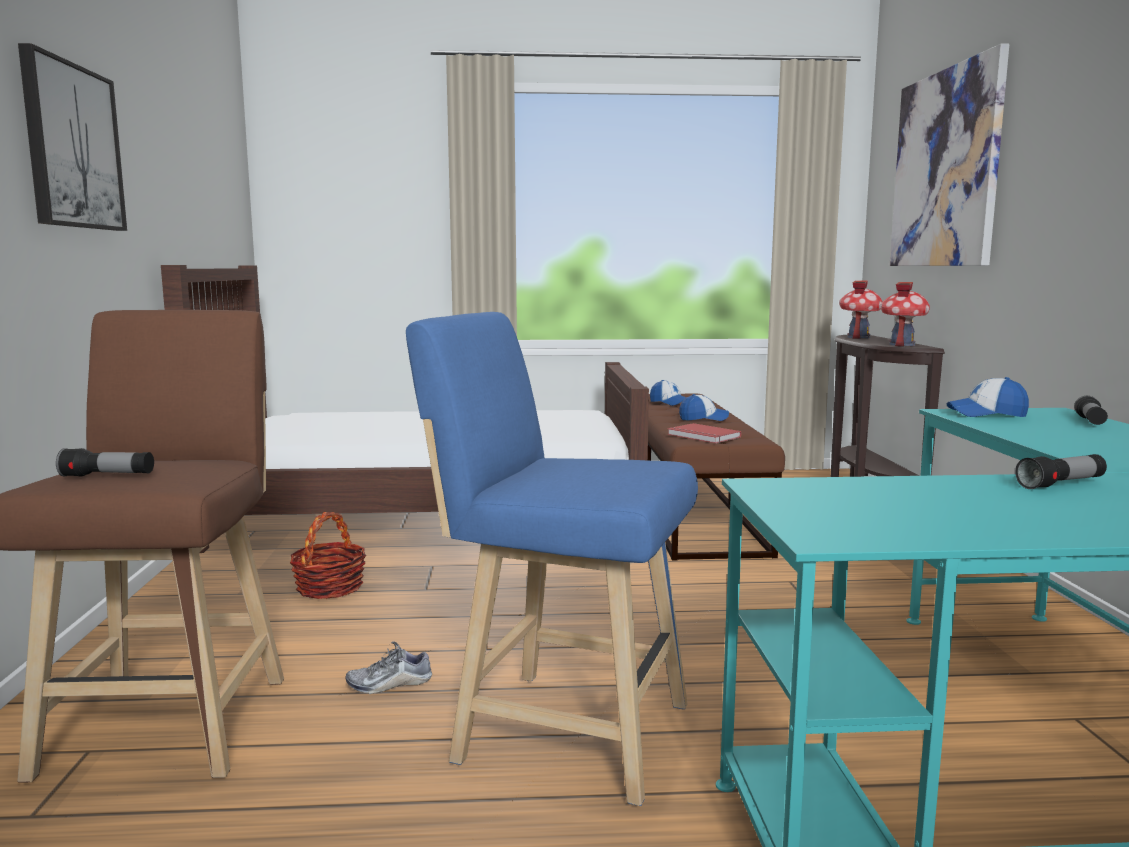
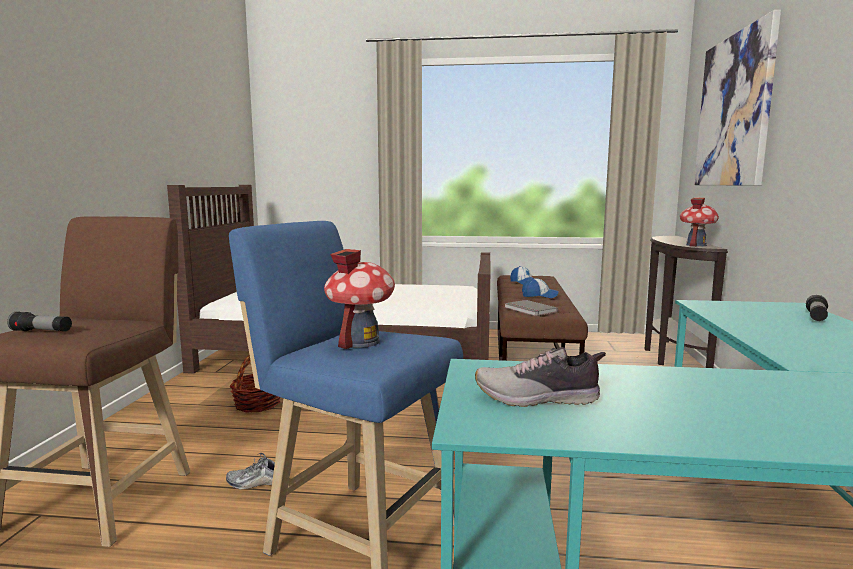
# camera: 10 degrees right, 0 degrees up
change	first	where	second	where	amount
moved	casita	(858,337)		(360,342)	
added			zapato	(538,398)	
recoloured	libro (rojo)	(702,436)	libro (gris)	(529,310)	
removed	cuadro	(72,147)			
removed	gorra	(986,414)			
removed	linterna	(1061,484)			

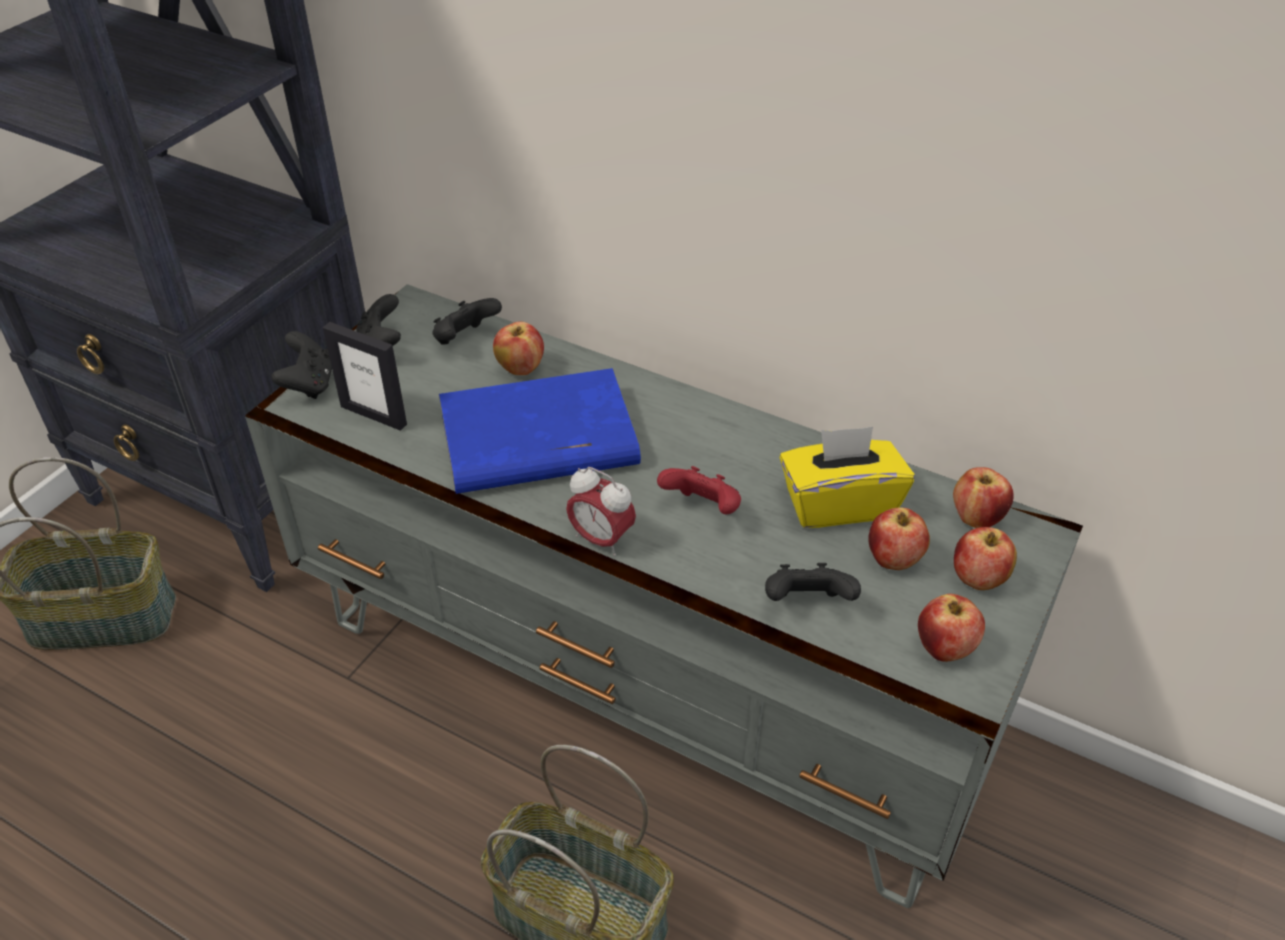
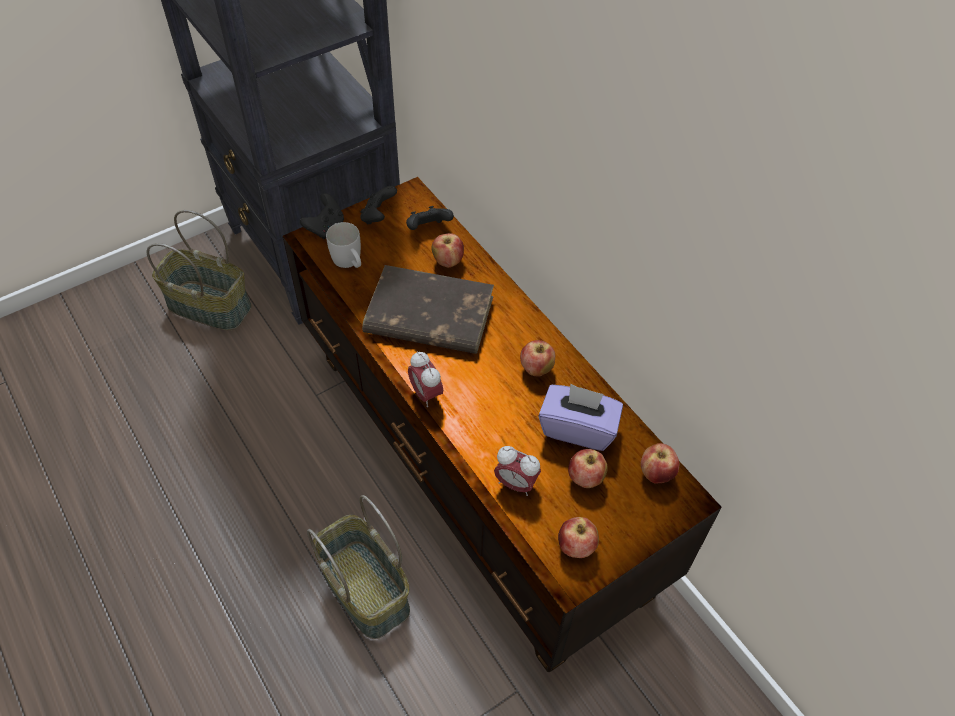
# camera: 25 degrees right, 10 degrees up
change	first	where	second	where	amount
recoloured	mueble de televisión (gris)	(644,684)	mueble de televisión (marrón)	(475,470)	
replaced	portarretratos	(374,415)	taza grande (blanco)	(349,262)	
recoloured	libro (azul)	(536,442)	libro (marrón)	(428,315)	
replaced	mando de consola (negro)	(807,603)	despertador	(515,483)	
moved	manzana	(978,579)		(536,369)	
recoloured	caja de pañuelos (amarillo)	(839,503)	caja de pañuelos (morado)	(578,428)	
removed	mando de consola (rojo)	(702,509)			

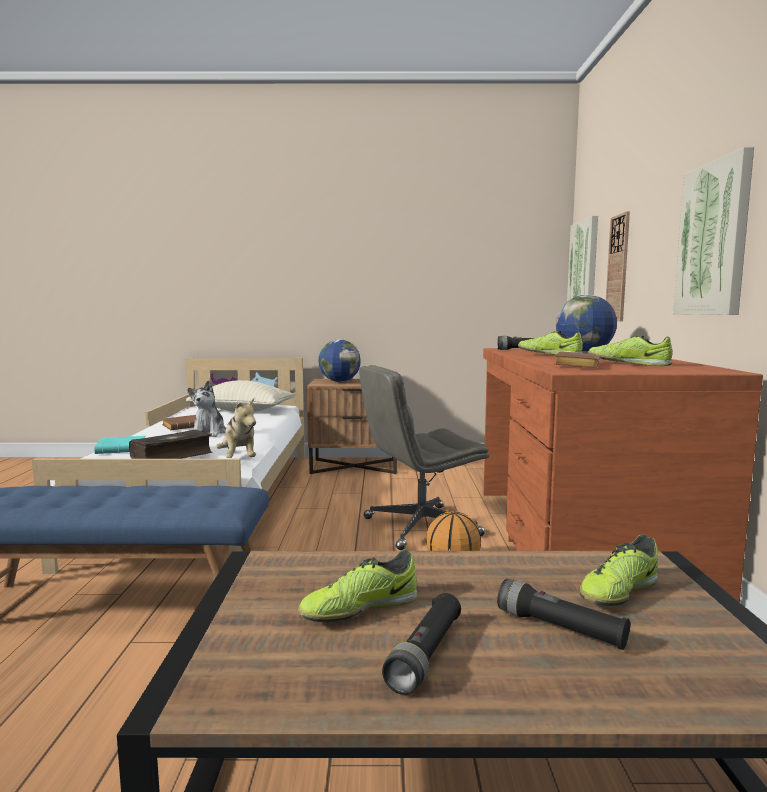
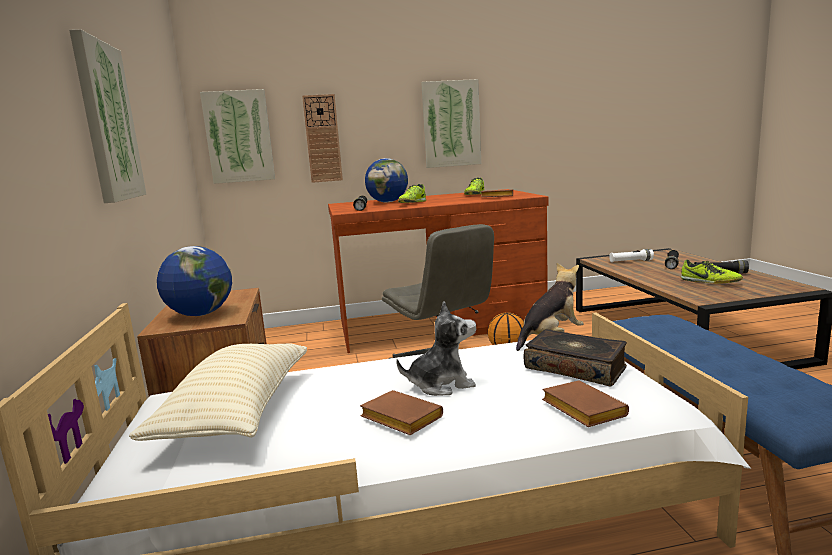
# camera: 100 degrees left, 5 degrees up
change	first	where	second	where	amount
added			cuadro	(107,122)	
recoloured	libro (turquesa)	(123,449)	libro (marrón)	(580,409)	
replaced	zapato	(618,592)	linterna (blanco)	(631,261)	

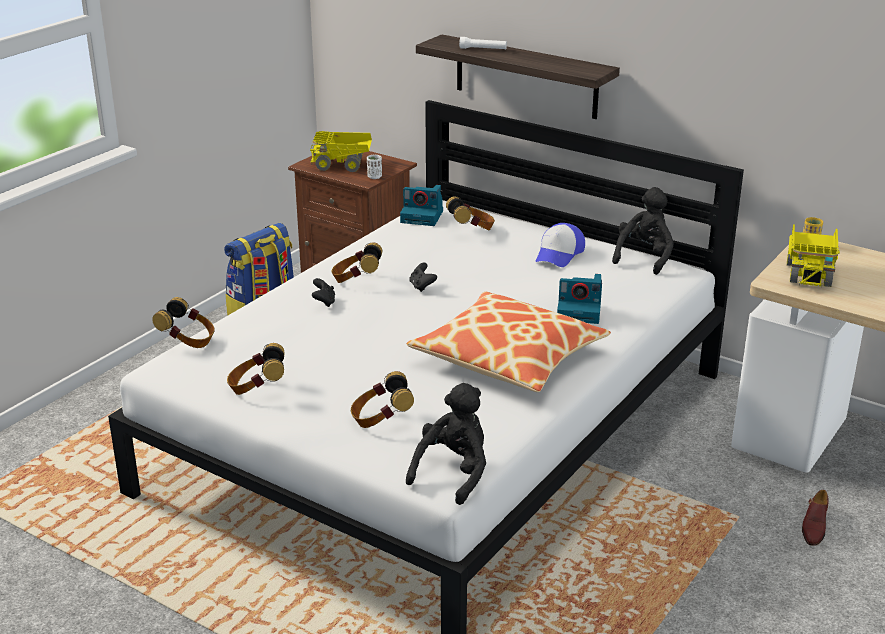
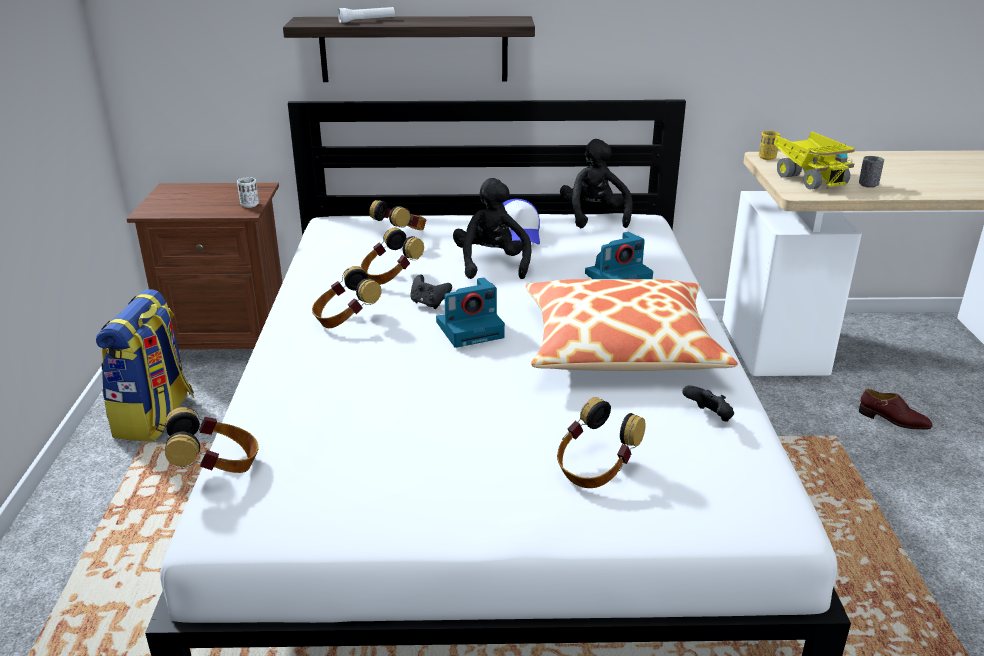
# camera: 35 degrees left, 0 degrees up
change	first	where	second	where	amount
moved	auriculares	(257,389)		(390,277)	
moved	cámara	(423,216)		(471,329)	
moved	peluche (negro)	(453,473)		(491,264)	
moved	mando de consola (negro)	(324,302)		(709,417)	
added			taza (gris)	(868,185)	
turned	zapato (marrón)	(814,527)		(893,420)	45 degrees counterclockwise
removed	camión de juguete	(343,165)			

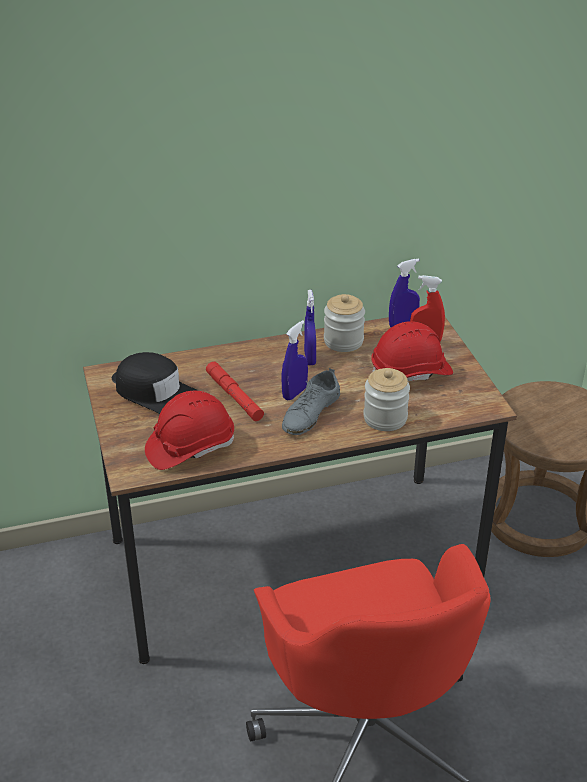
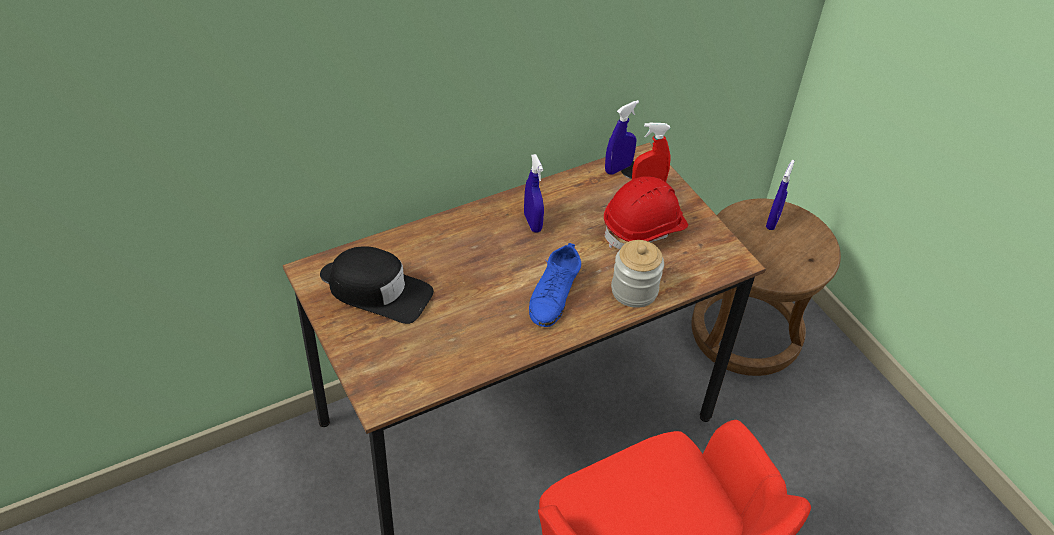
# camera: 15 degrees left, 10 degrees up
change	first	where	second	where	amount
recoloured	zapato (gris)	(310,412)	zapato (azul)	(554,294)	
moved	pulverizador (azul)	(294,393)		(772,222)	
removed	casco (rojo)	(190,447)			
removed	linterna (rojo)	(234,396)			
removed	tarro	(343,341)			

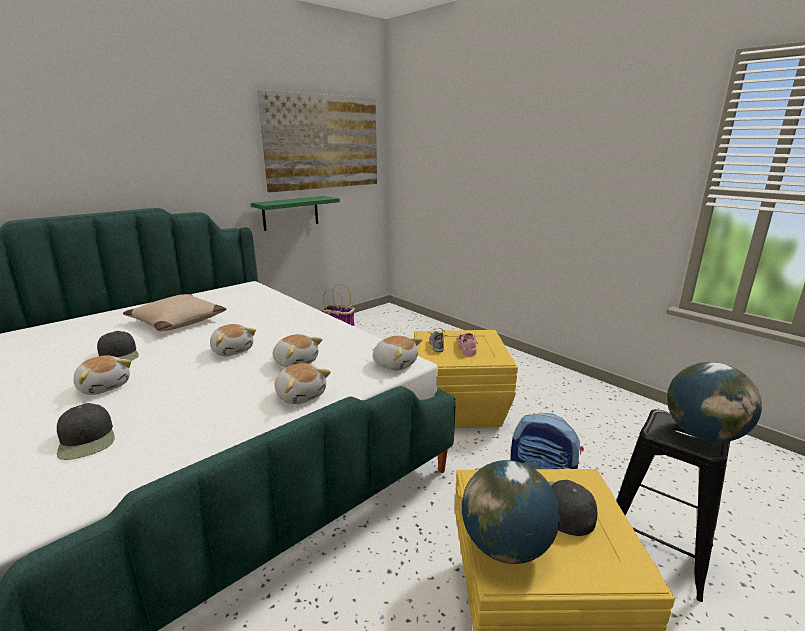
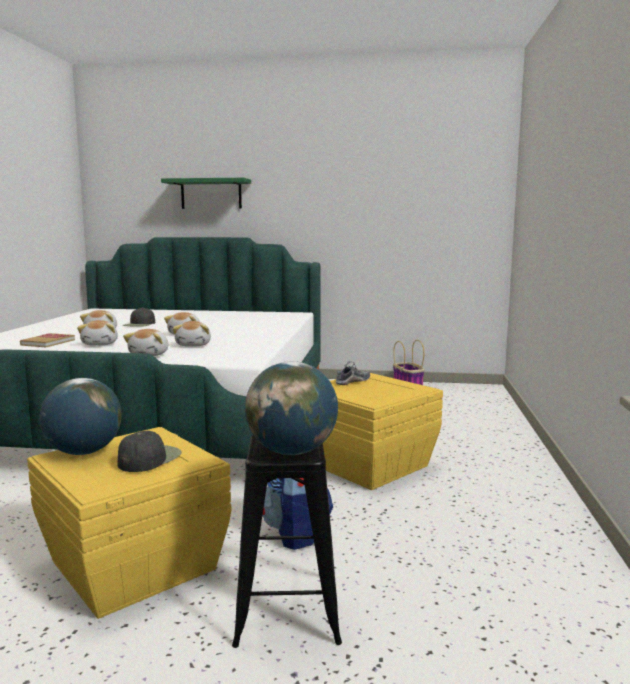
# camera: 50 degrees right, 10 degrees down
change	first	where	second	where	amount
replaced	gorra (negro)	(87,439)	libro	(48,342)	
moved	peluche	(395,364)		(101,344)	
moved	estante (verde)	(290,213)		(211,194)	
removed	cojín (beis)	(177,321)			
removed	cuadro	(323,142)			
removed	zapato (rosa)	(467,347)			

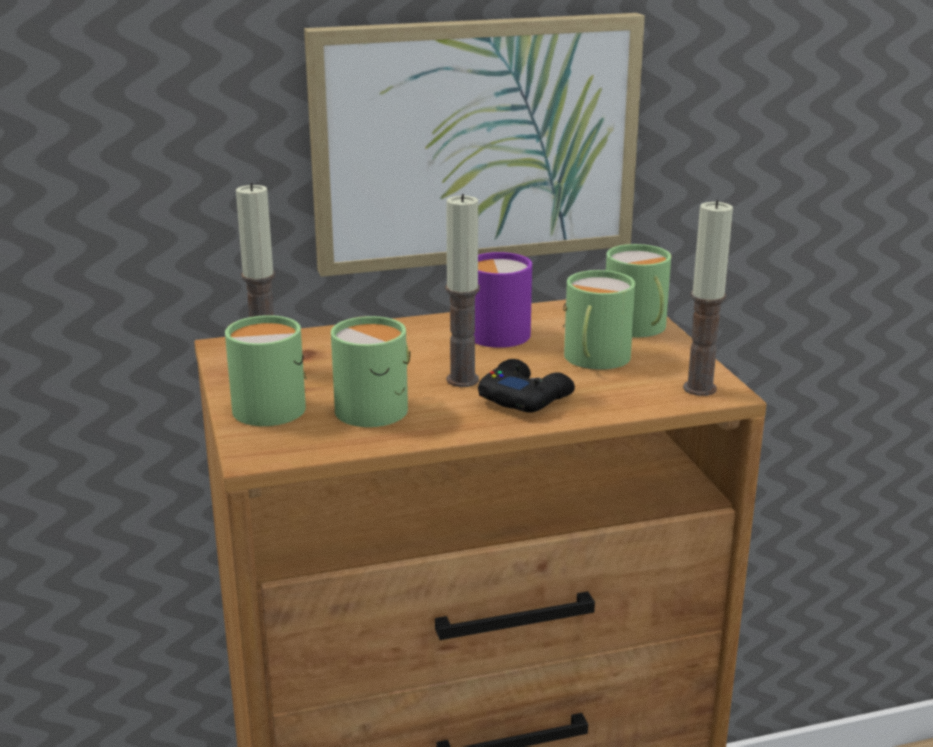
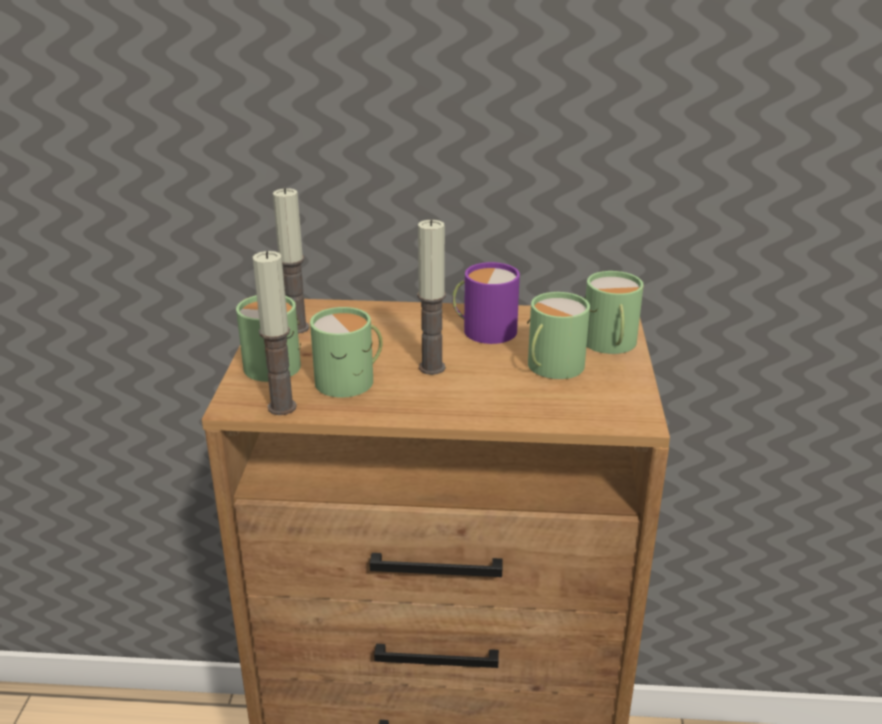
# camera: 20 degrees right, 5 degrees up
change	first	where	second	where	amount
moved	vela	(699,388)		(282,407)	
removed	cuadro	(475,142)			
removed	mando de consola (negro)	(525,397)			

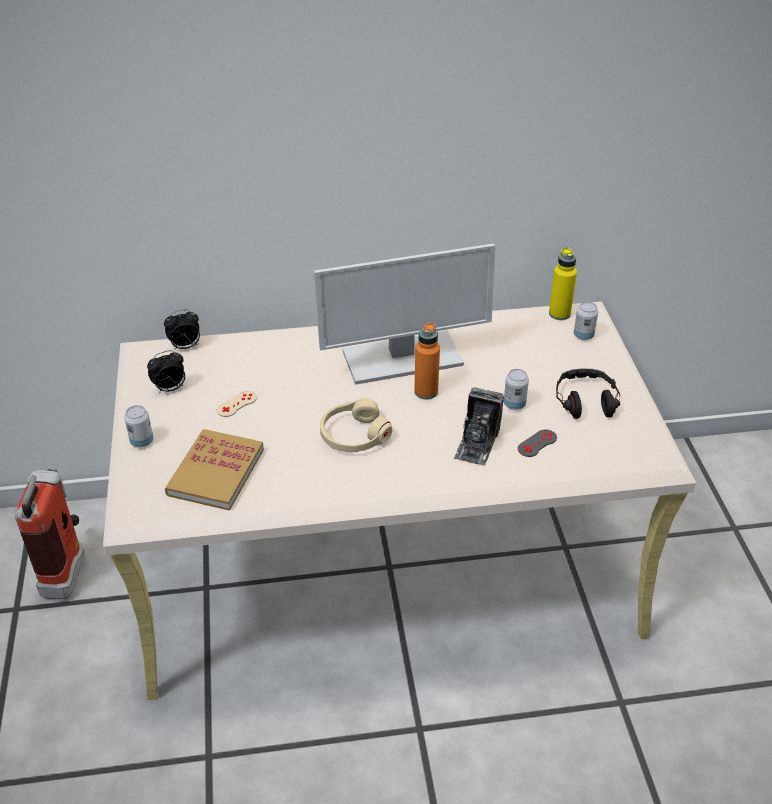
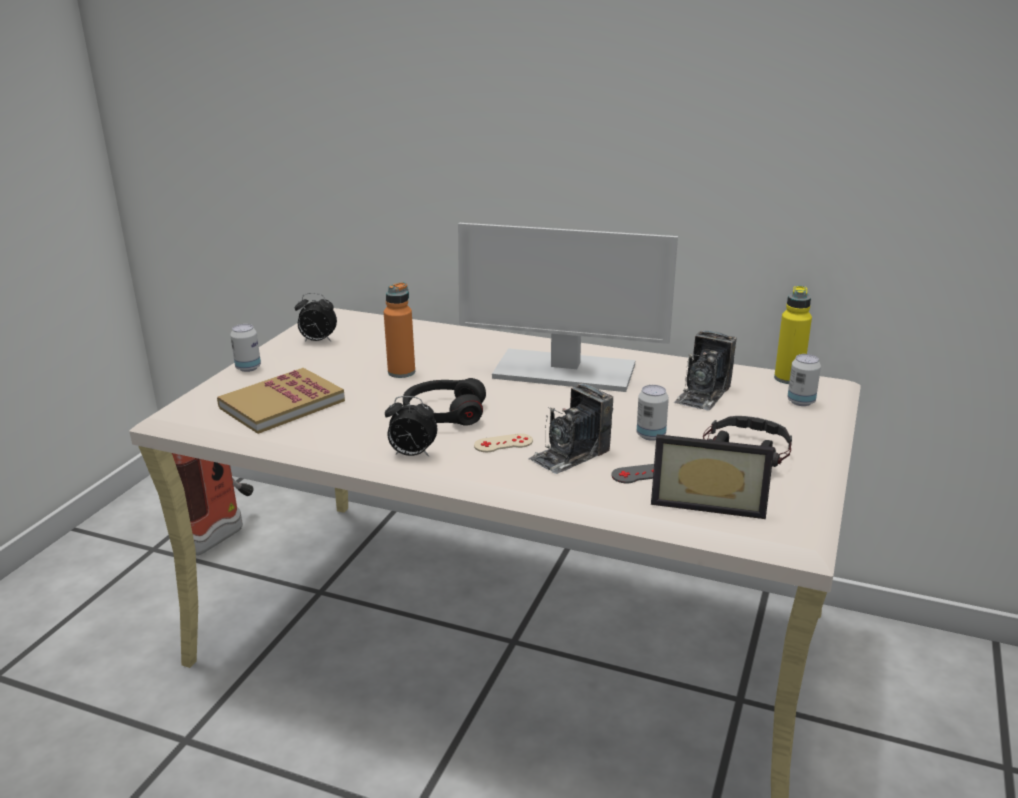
# camera: 30 degrees right, 15 degrees down
change	first	where	second	where	amount
moved	botella (naranja)	(426,392)		(401,372)	
moved	despertador	(185,347)		(412,454)	
recoloured	auriculares (beis)	(354,435)	auriculares (negro)	(444,414)	
moved	mando de consola (beis)	(237,404)		(503,443)	
added			portarretratos	(708,501)	
added			cámara	(703,394)	

